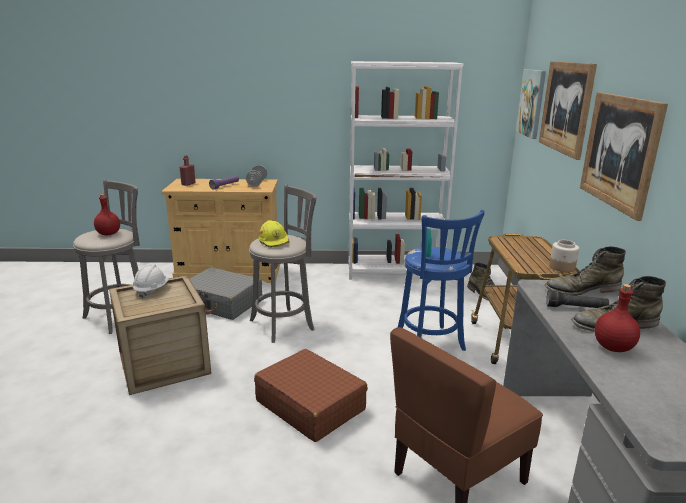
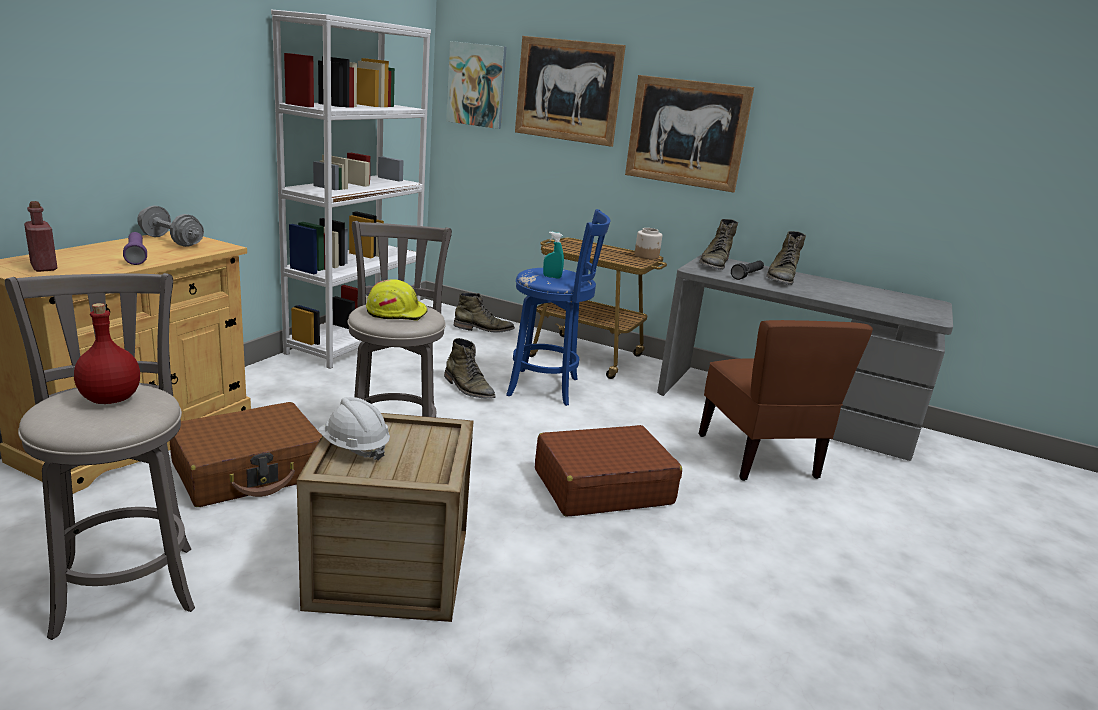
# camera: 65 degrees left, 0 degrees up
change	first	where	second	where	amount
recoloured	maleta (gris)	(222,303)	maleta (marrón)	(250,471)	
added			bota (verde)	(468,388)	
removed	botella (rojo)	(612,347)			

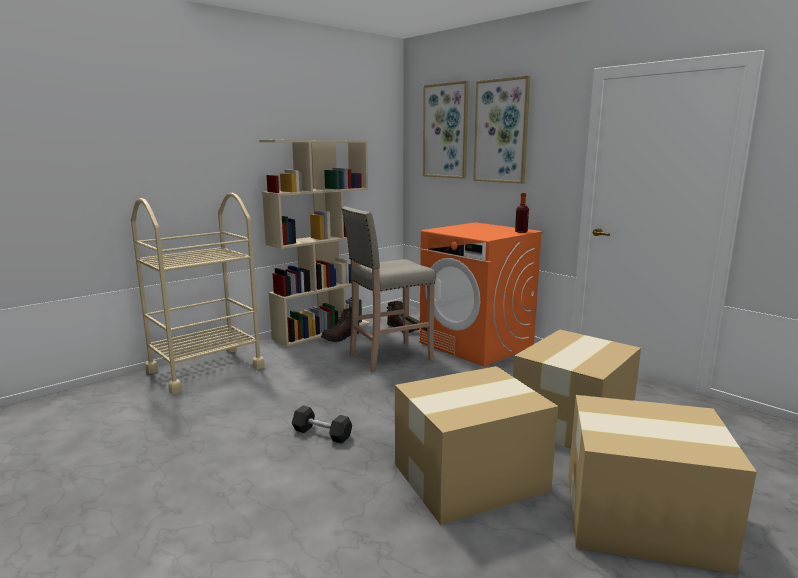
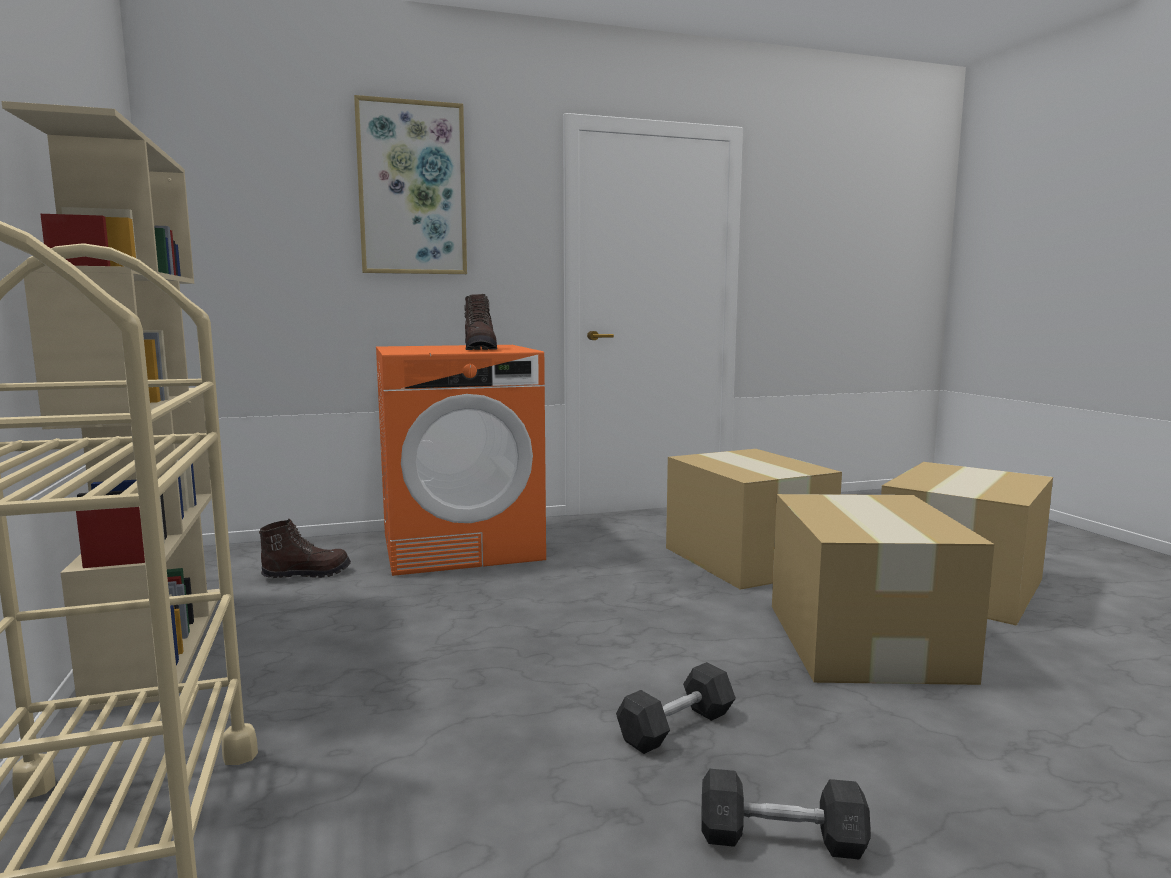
# camera: 65 degrees left, 5 degrees down
change	first	where	second	where	amount
moved	bota (marrón)	(341,338)		(480,349)	
added			mancuerna (gris)	(781,839)	
removed	taburete (beis)	(388,357)			
removed	cuadro	(446,131)			
removed	botella	(521,232)			

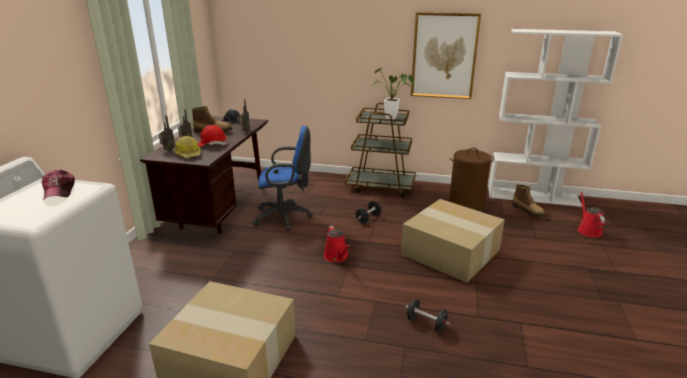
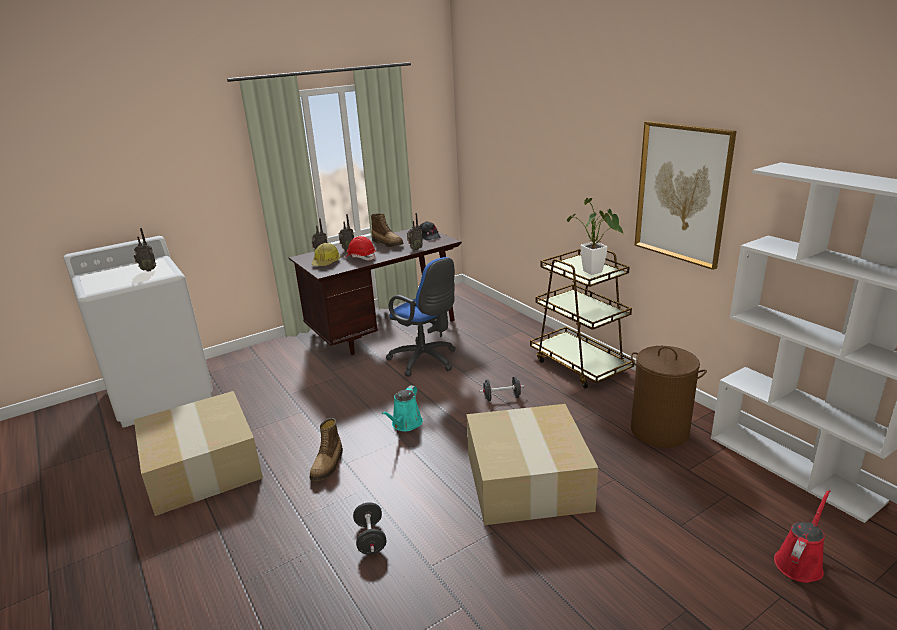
# camera: 45 degrees right, 0 degrees up
change	first	where	second	where	amount
replaced	gorra	(59,191)	radio	(148,270)	
moved	bota	(528,211)		(328,465)	
recoloured	regadera (rojo)	(337,257)	regadera (turquesa)	(405,424)	

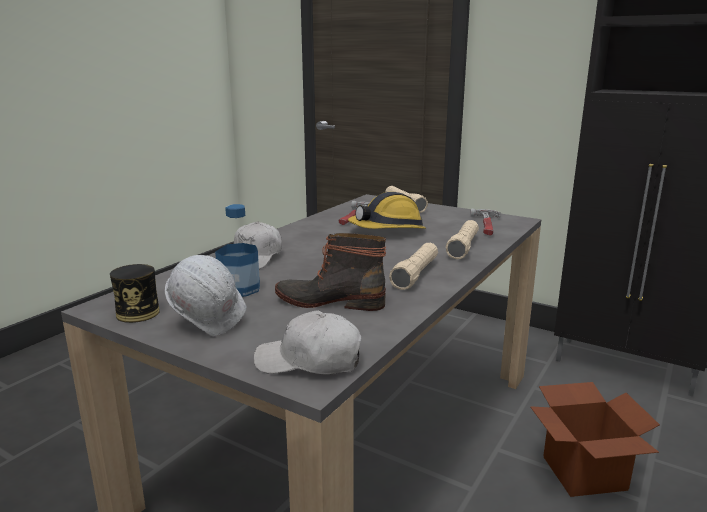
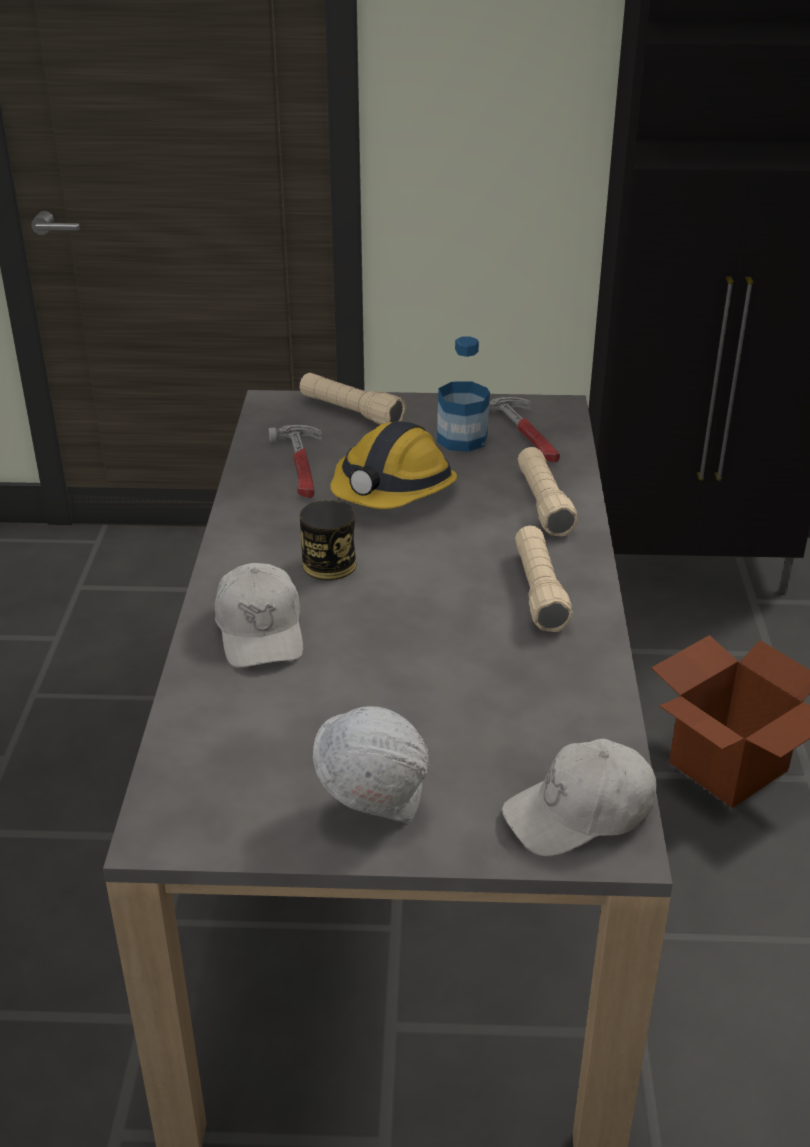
# camera: 30 degrees left, 15 degrees up
change	first	where	second	where	amount
moved	lata	(138,313)		(329,564)	
moved	botella	(239,289)		(462,439)	
removed	bota	(330,301)			

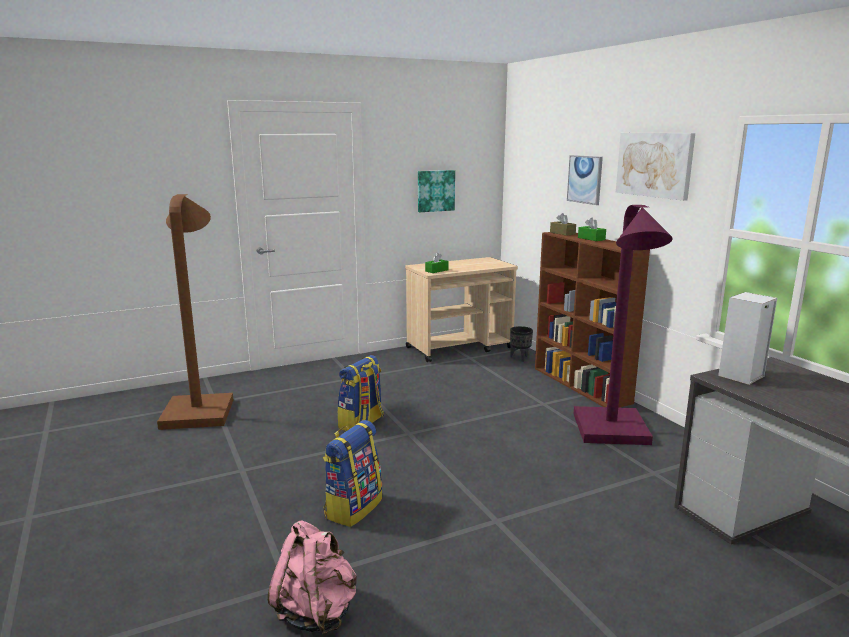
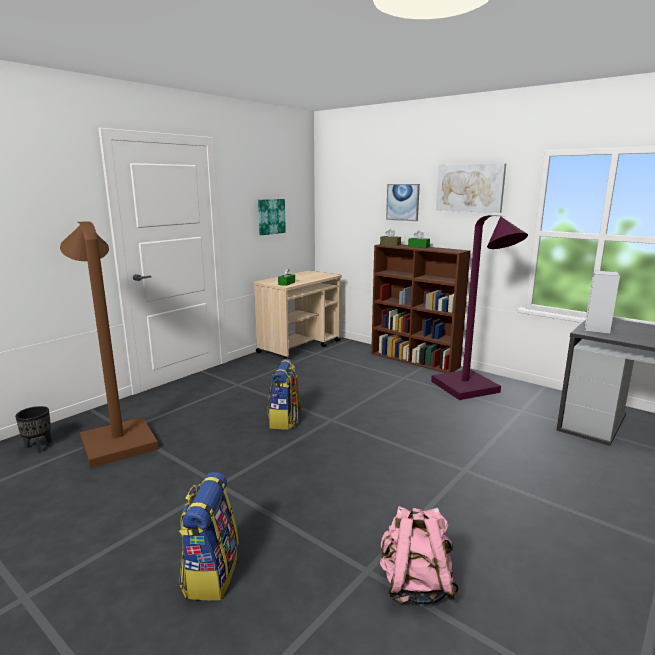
# camera: 25 degrees left, 0 degrees up
change	first	where	second	where	amount
moved	maceta (negro)	(520,358)		(38,447)	
moved	mochila	(353,508)		(210,573)	

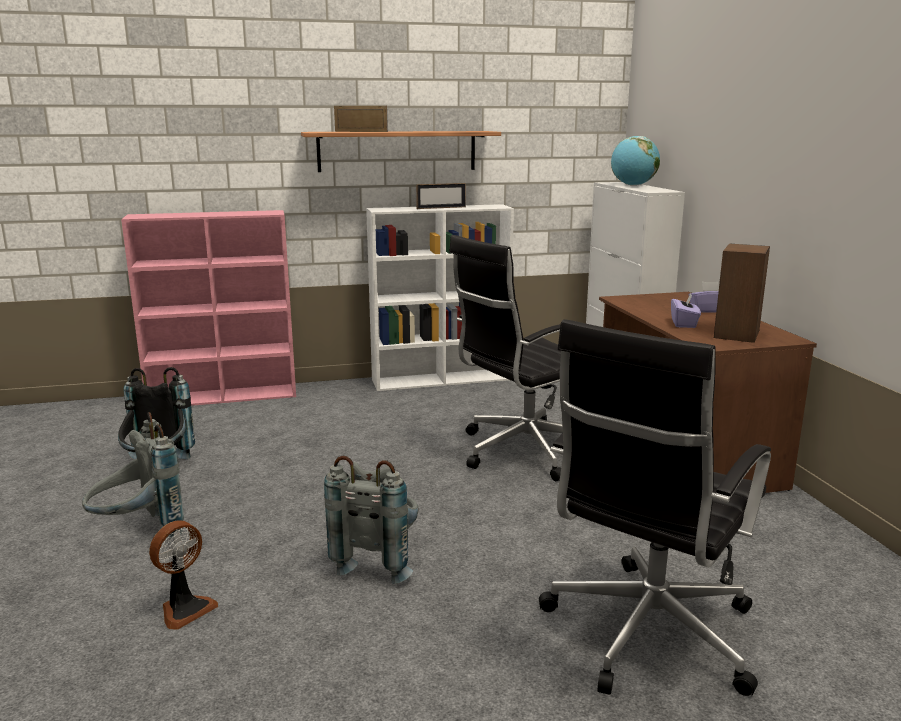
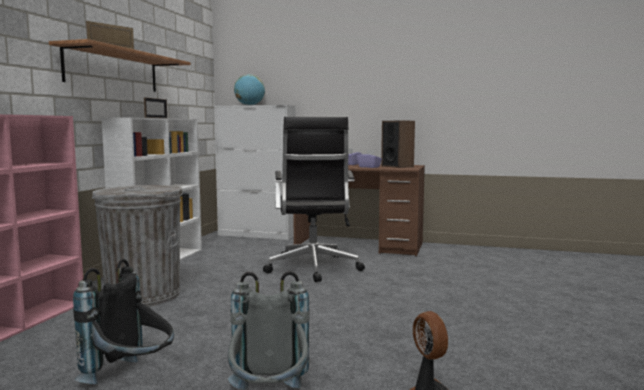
# camera: 60 degrees left, 10 degrees down
change	first	where	second	where	amount
added			papelera (gris)	(143,295)	
removed	mochila (gris)	(378,560)			
removed	silla de oficina (negro)	(646,634)			

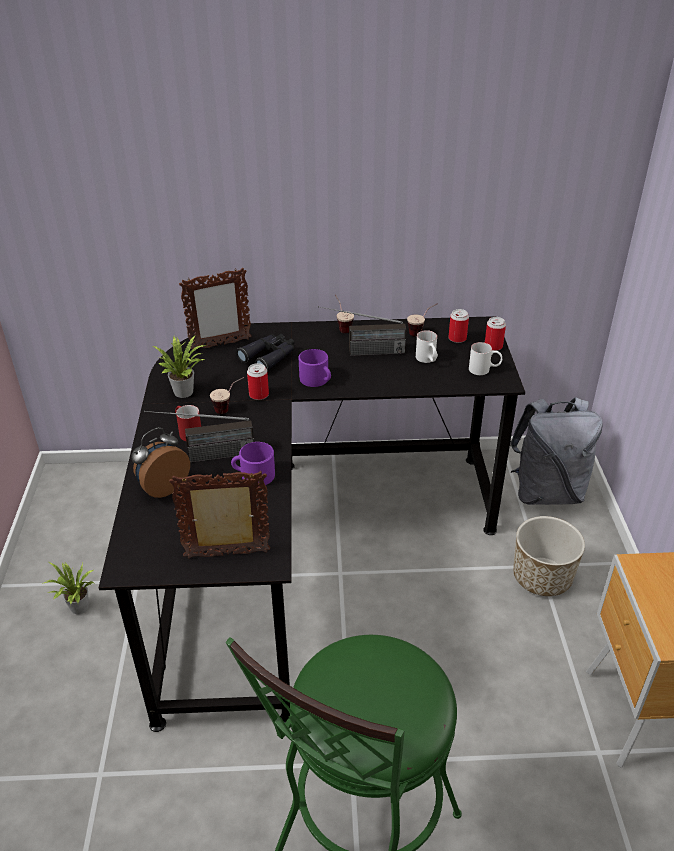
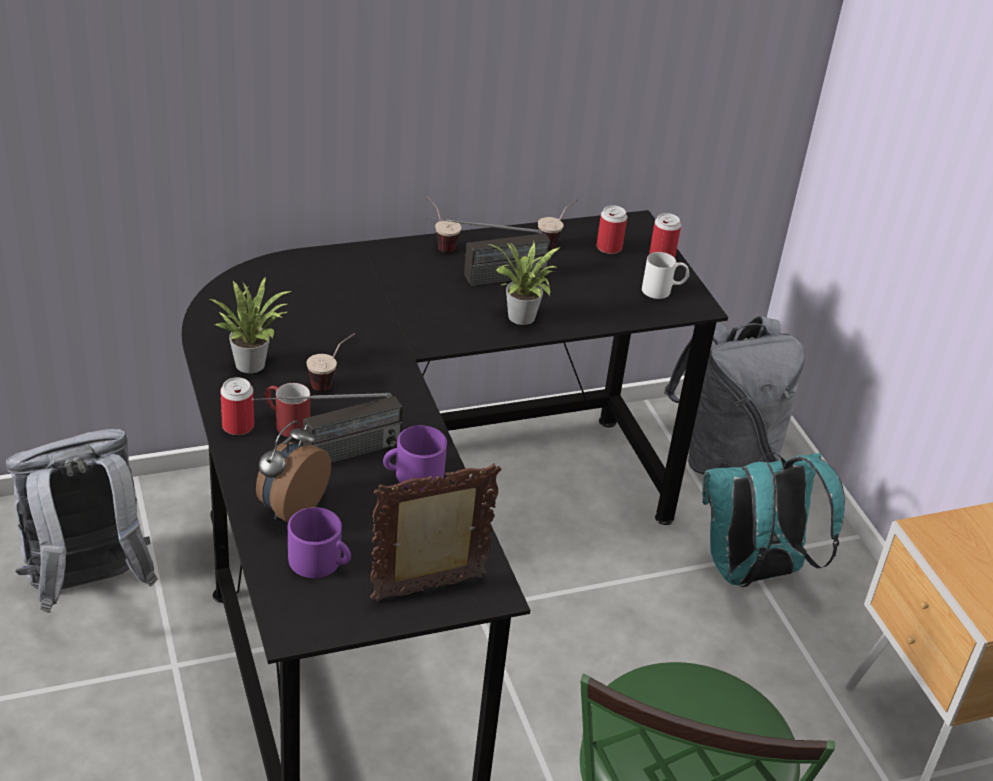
# camera: 20 degrees left, 0 degrees up
change	first	where	second	where	amount
added			mochila (gris)	(87,586)	
moved	lata	(259,395)		(238,426)	
moved	taza grande (morado)	(316,380)		(320,562)	
moved	planta en maceta	(78,609)		(521,319)	
replaced	maceta	(541,577)	mochila (turquesa)	(752,573)	
removed	portarretratos	(220,344)			
removed	prismáticos (negro)	(269,356)			
removed	taza grande (blanco)	(427,360)			

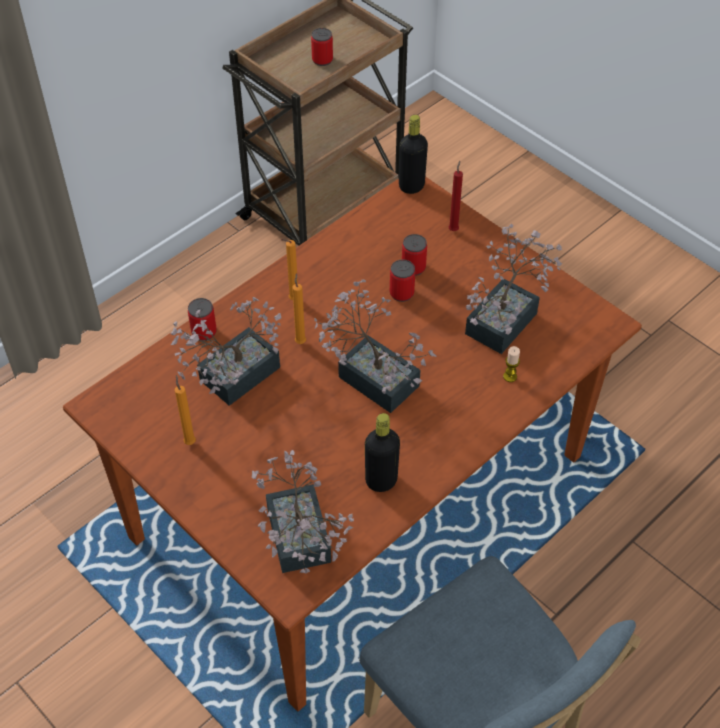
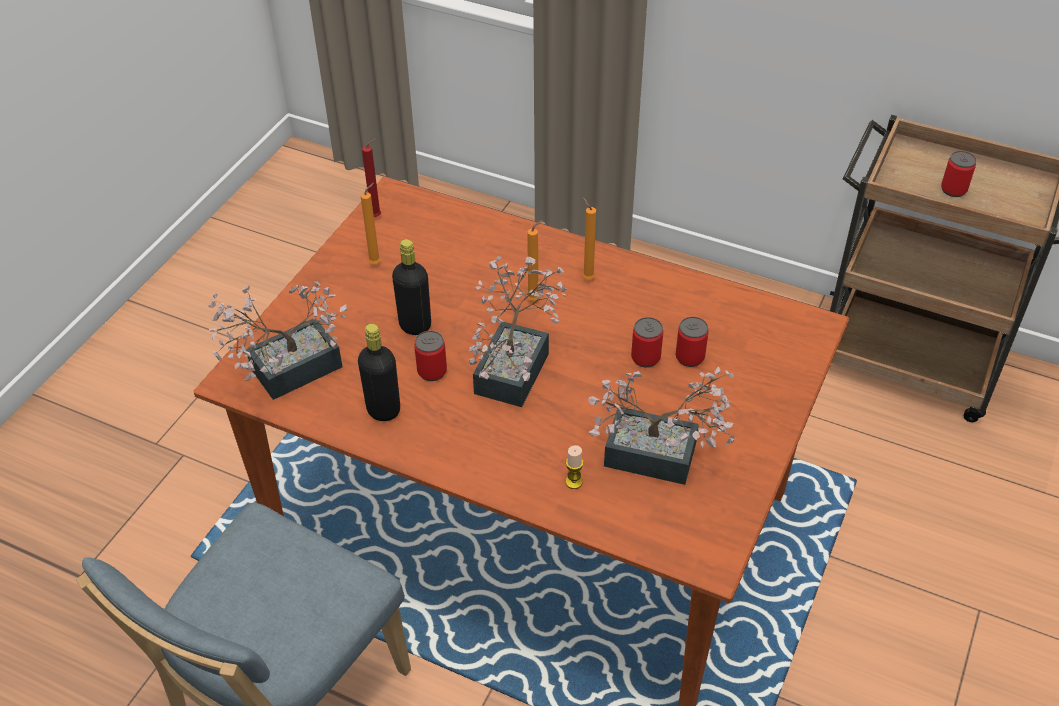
# camera: 70 degrees right, 5 degrees down
change	first	where	second	where	amount
moved	vela (rojo)	(453,229)		(377,216)	
moved	botella (negro)	(411,186)		(415,325)	
moved	lata	(204,332)		(432,371)	
removed	planta en maceta	(232,378)			

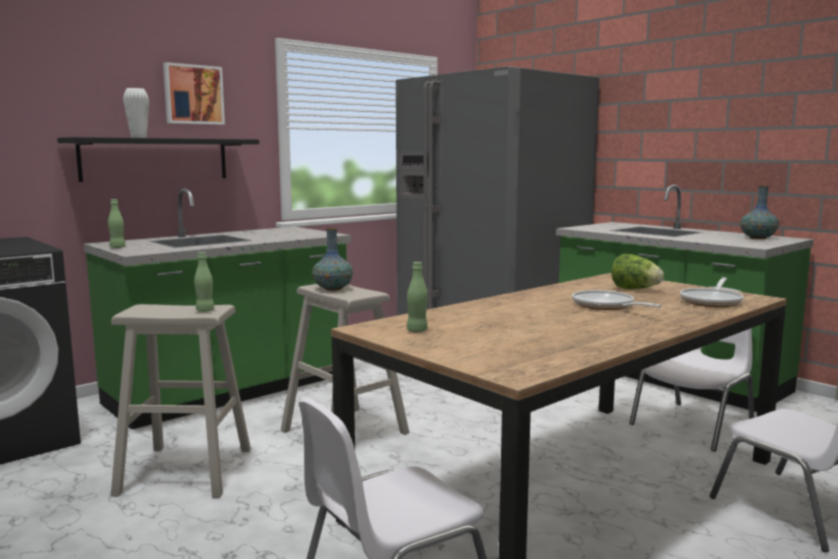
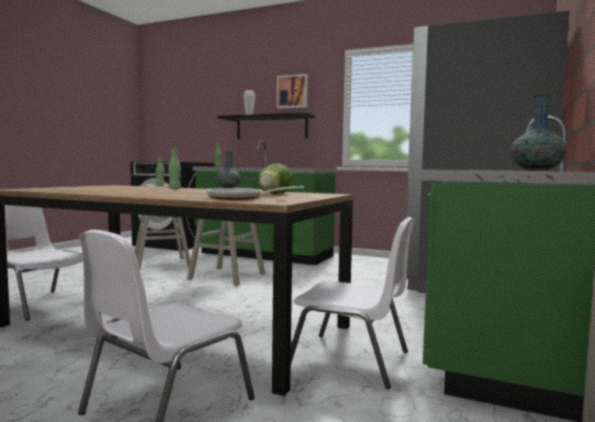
# camera: 65 degrees right, 5 degrees down
change	first	where	second	where	amount
moved	botella (verde)	(417,330)		(174,189)	
removed	sartén	(606,306)			

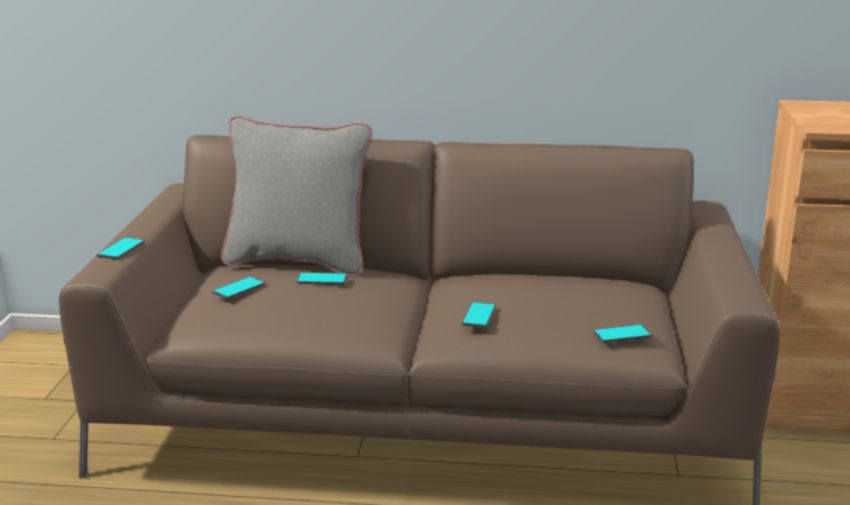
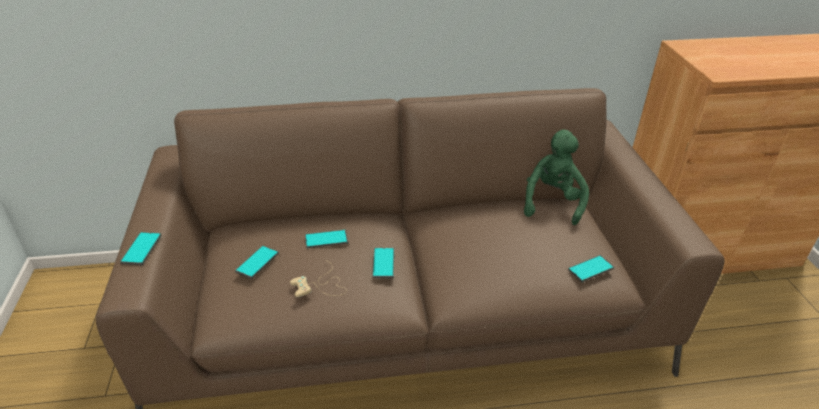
# camera: 15 degrees left, 15 degrees up
change	first	where	second	where	amount
added			mando de consola (beis)	(321,286)	
moved	móvil	(479,316)		(383,263)	
added			peluche (verde)	(550,202)	
removed	cojín (gris)	(298,261)			

